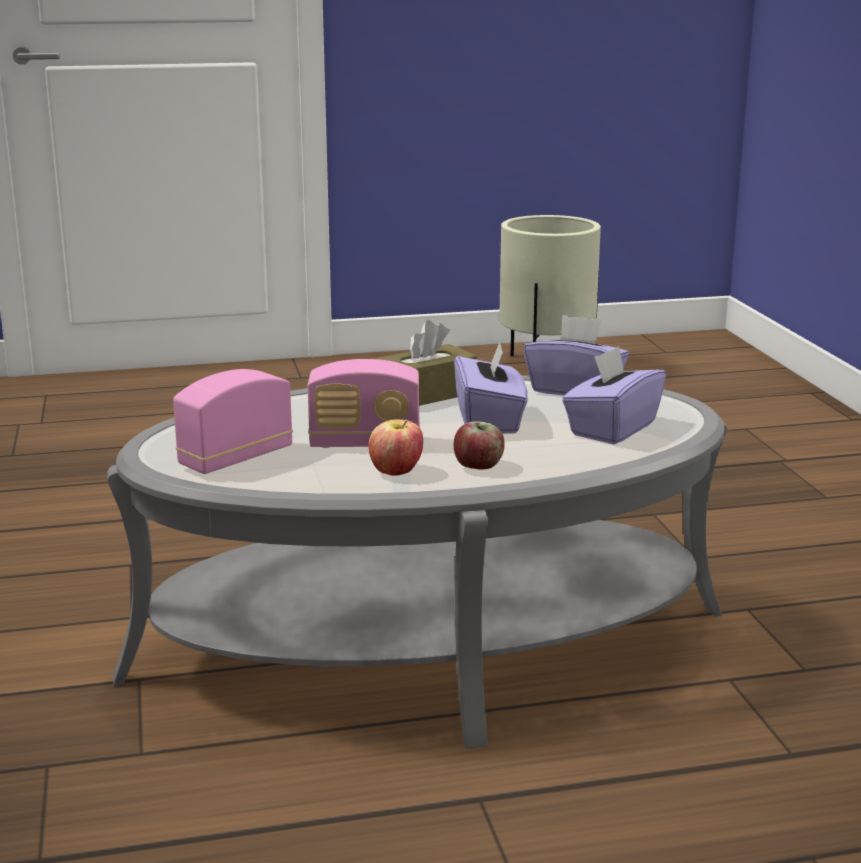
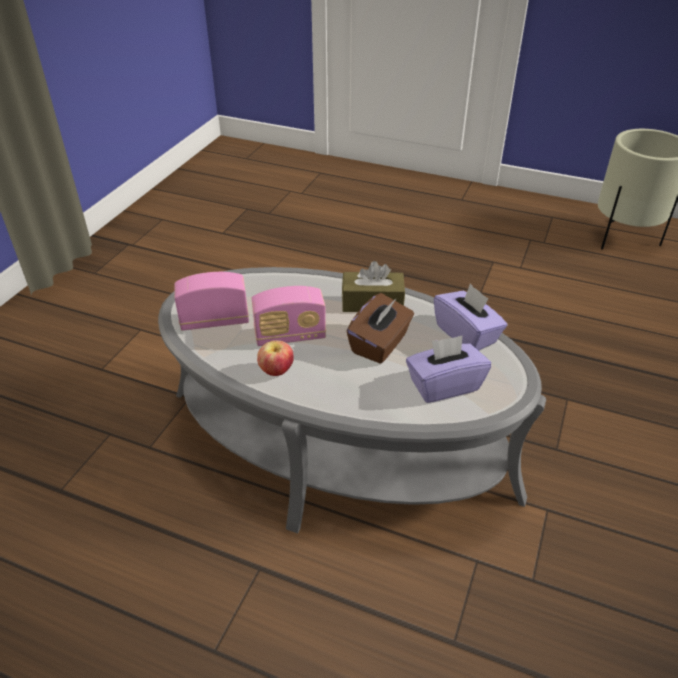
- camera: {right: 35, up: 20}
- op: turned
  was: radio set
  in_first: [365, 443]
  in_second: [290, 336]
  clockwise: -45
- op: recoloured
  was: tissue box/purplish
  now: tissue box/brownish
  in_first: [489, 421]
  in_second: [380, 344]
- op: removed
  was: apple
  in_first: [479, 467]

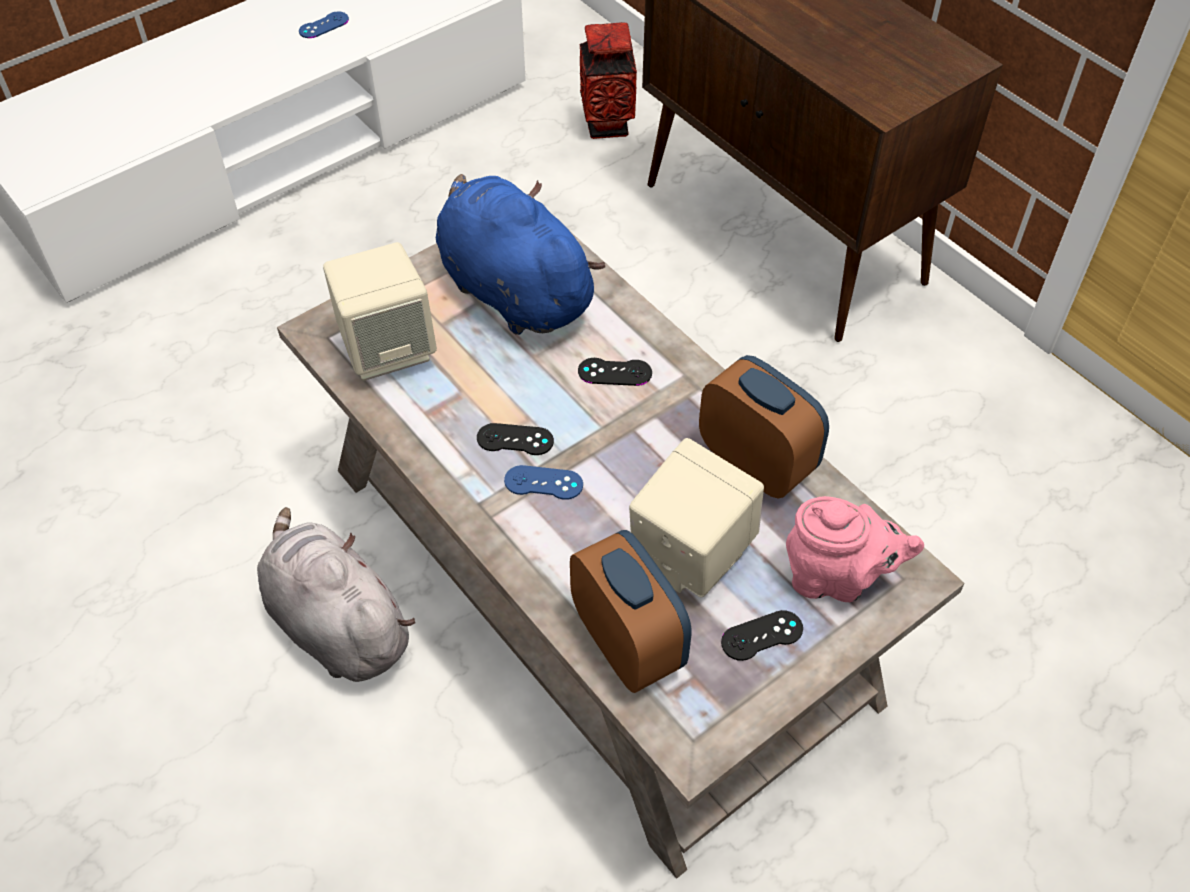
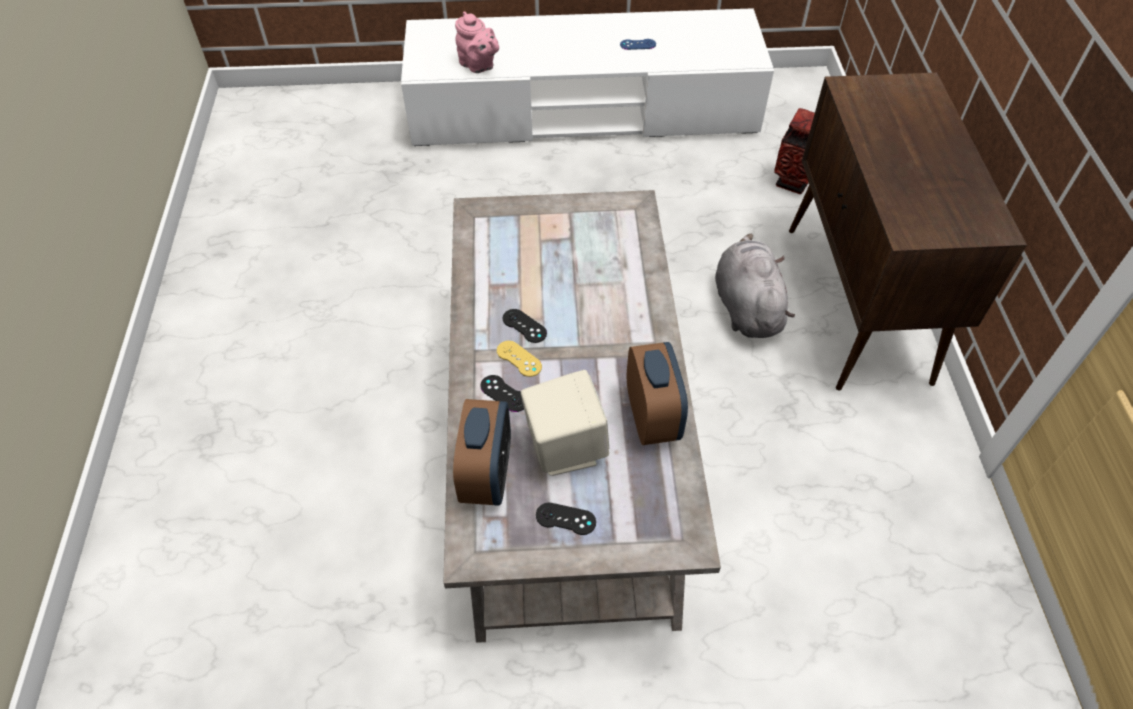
- camera: {right: 35, up: 0}
- op: moved
  was: pot for tea/pink
  in_first: [837, 578]
  in_second: [478, 66]
- op: moved
  was: joypad/black
  in_first: [615, 372]
  in_second: [504, 393]
- op: recoloured
  was: joypad/blue-coloured
  now: joypad/yellow-coloured
  in_first: [543, 483]
  in_second: [519, 359]
- op: moved
  was: cuddly toy/grey
  in_first: [336, 623]
  in_second: [746, 306]
- op: removed
  was: loudspeaker/sand-coloured
  in_first: [388, 348]
- op: removed
  was: cuddly toy/blue-coloured
  in_first: [512, 289]

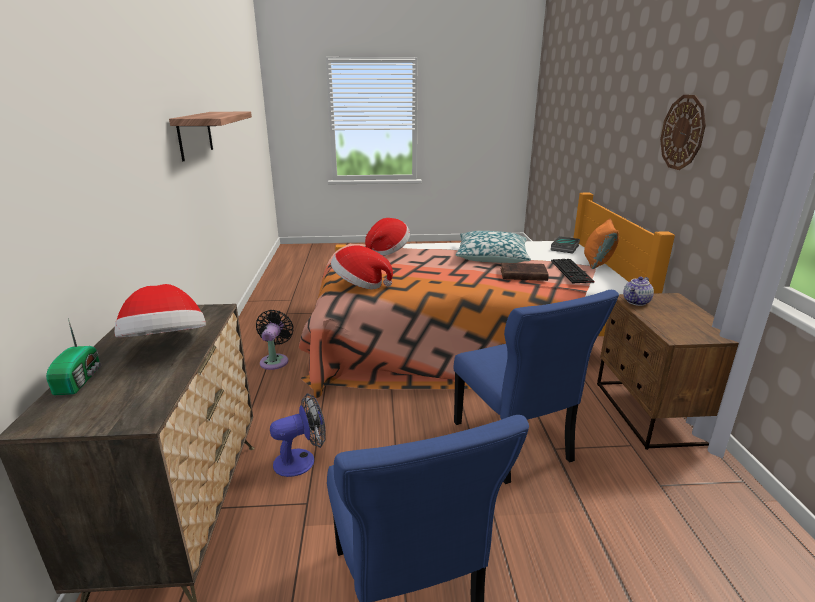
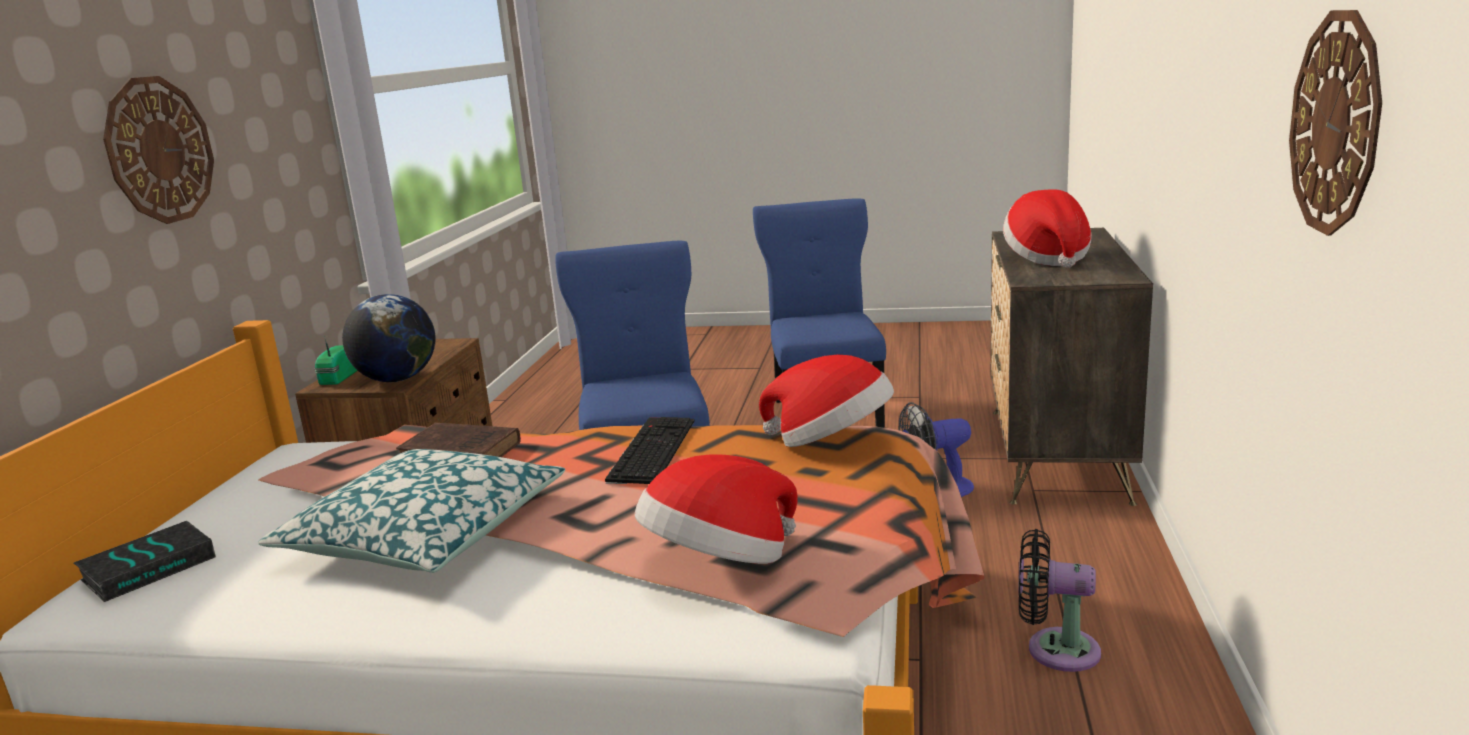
- camera: {right: -165, up: -5}
- op: moved
  was: radio set
  in_first: [80, 379]
  in_second: [338, 377]
- op: replaced
  was: pot for tea
  now: globe
  in_first: [637, 302]
  in_second: [397, 379]
- op: moved
  was: keyboard
  in_first: [572, 271]
  in_second: [651, 449]
- op: turned
  was: electric fan/black
  in_first: [275, 360]
  in_second: [1055, 649]
  clockwise: 90
- op: replaced
  was: wall shelf
  now: hanging clock
  in_first: [195, 135]
  in_second: [1336, 123]
- op: removed
  was: pillow/orange
  in_first: [597, 263]

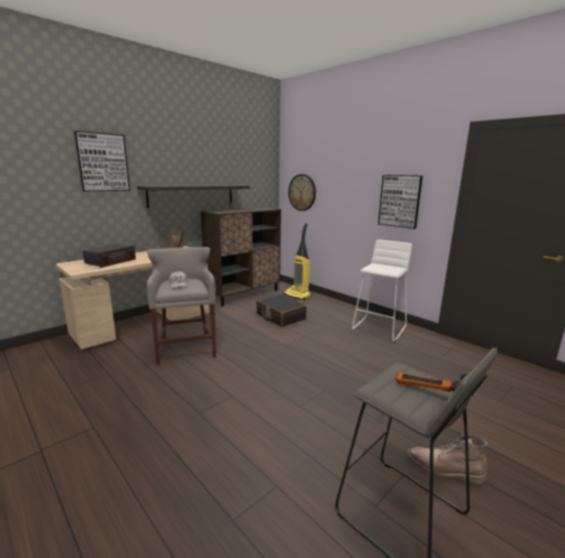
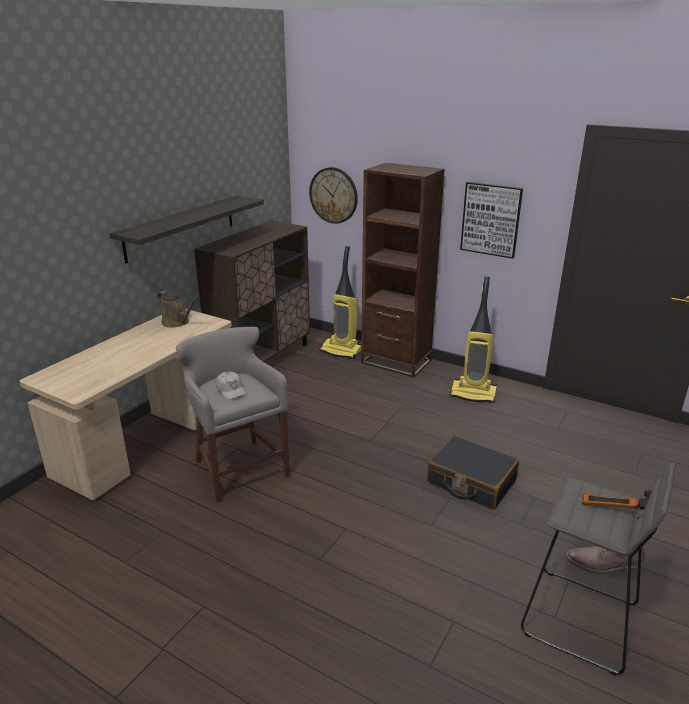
- camera: {right: -15, up: 10}
- op: added
  now: bookcase/brownish
  in_second: [396, 362]
- op: moved
  was: travel case/black
  in_first: [280, 316]
  in_second: [471, 482]
- op: replaced
  was: stool/whitish
  now: vacuum cleaner
  in_first: [379, 329]
  in_second: [474, 394]
- op: removed
  was: wall picture
  in_first: [103, 162]
- op: removed
  was: radio set
  in_first: [110, 261]

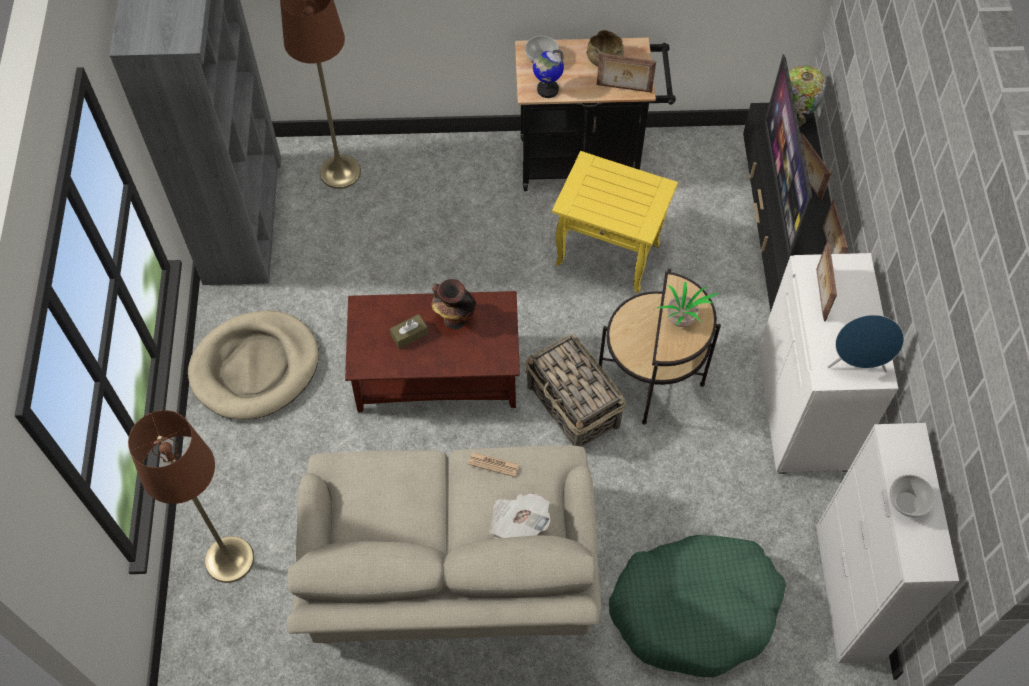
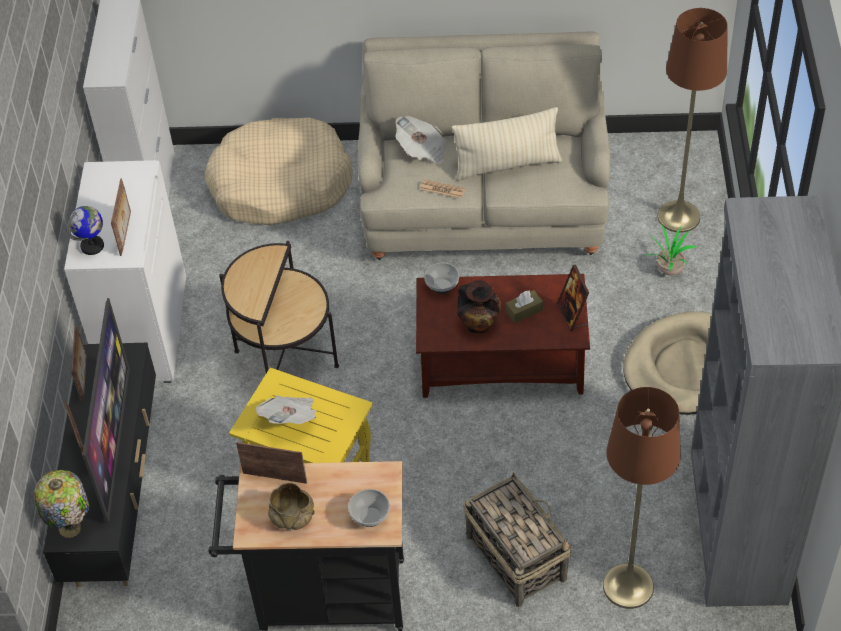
- camera: {right: -175, up: -10}
- op: moved
  was: globe
  in_first: [547, 89]
  in_second: [92, 246]
- op: recoloured
  was: dog bed/green-coloured
  now: dog bed/sand-coloured
  in_first: [695, 609]
  in_second: [280, 185]
- op: added
  now: daily paper
  in_second: [290, 419]
- op: moved
  was: serving bowl
  in_first: [906, 503]
  in_second: [442, 286]
- op: added
  now: pillow/sand-coloured
  in_second: [507, 165]
- op: moved
  was: basket
  in_first: [573, 407]
  in_second: [515, 556]
- op: added
  now: picture frame
  in_second: [572, 315]
- op: moved
  was: plant in a pot
  in_first: [682, 321]
  in_second: [668, 269]
- op: removed
  was: loudspeaker/blue-coloured
  in_first: [857, 364]

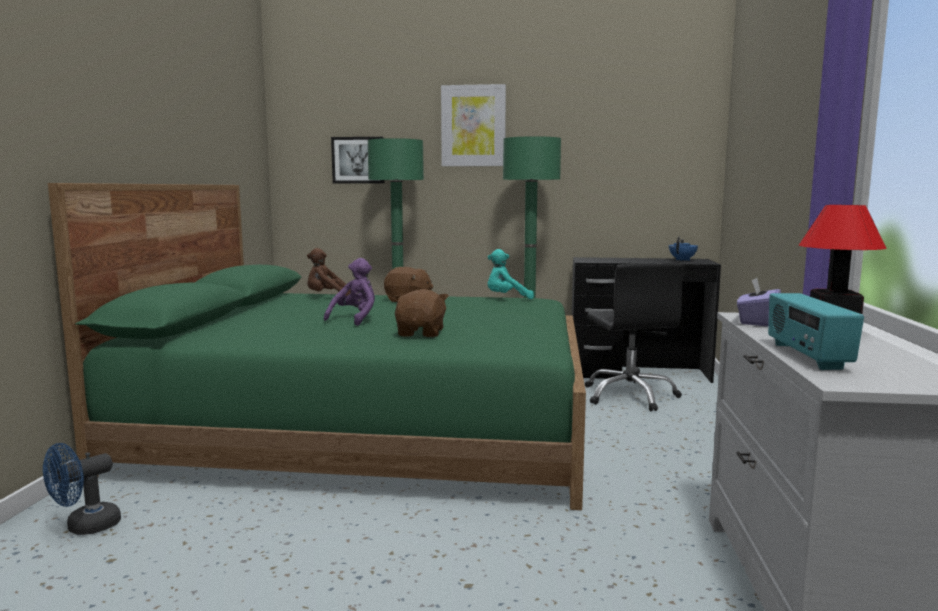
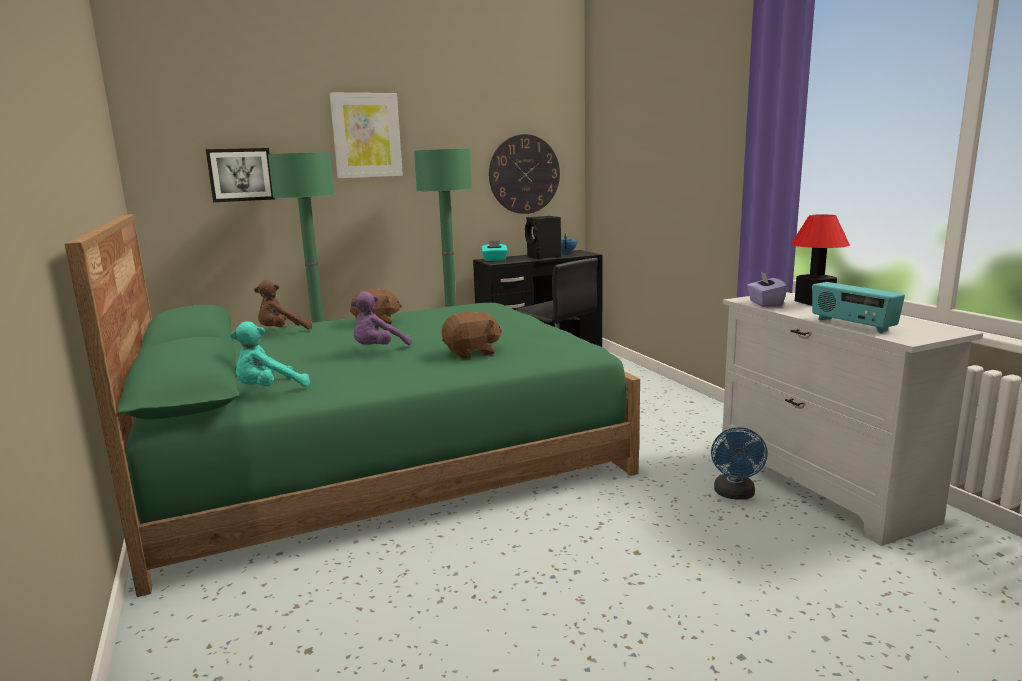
- camera: {right: -30, up: 5}
- op: moved
  was: cuddly toy/turquoise-coloured
  in_first: [506, 299]
  in_second: [269, 390]
- op: turned
  was: cuddly toy/purplish
  in_first: [355, 319]
  in_second: [378, 350]
  clockwise: -135
- op: turned
  was: cuddly toy/brownish
  in_first: [421, 333]
  in_second: [472, 353]
  clockwise: 90
- op: added
  now: tissue box/turquoise-coloured
  in_second: [494, 260]
- op: added
  now: hanging clock
  in_second: [524, 174]
- op: added
  now: loudspeaker/black
  in_second: [544, 257]
- op: moved
  was: electric fan/blue-coloured
  in_first: [85, 527]
  in_second: [735, 494]

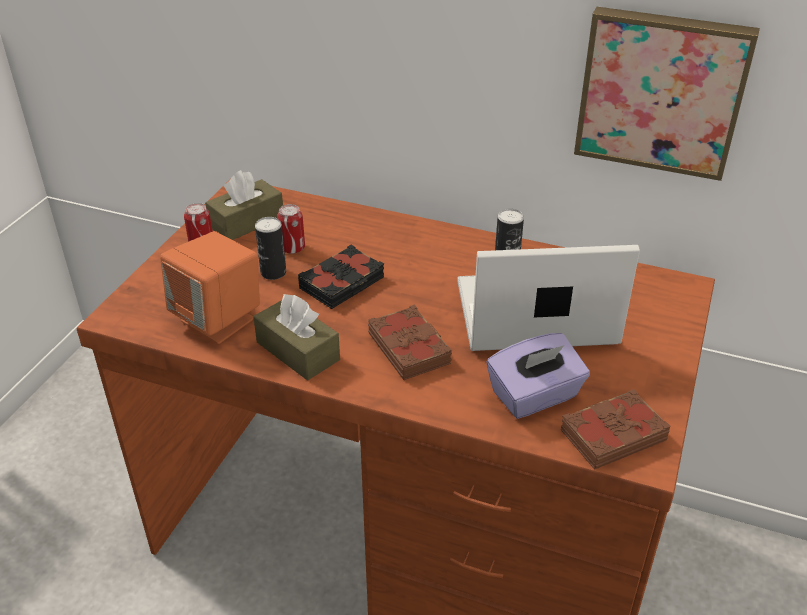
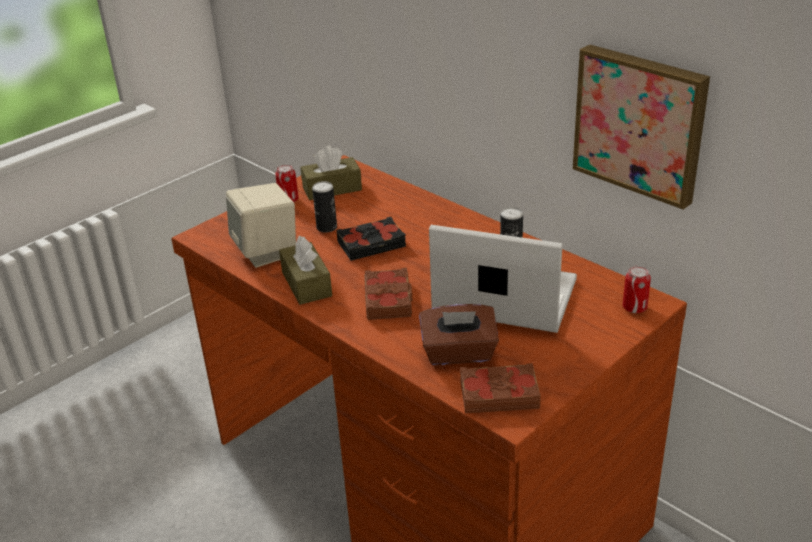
- camera: {right: 25, up: -5}
- op: recoloured
  was: loudspeaker/orange
  now: loudspeaker/sand-coloured
  in_first: [219, 320]
  in_second: [266, 252]
- op: recoloured
  was: tissue box/purplish
  now: tissue box/brownish
  in_first: [535, 396]
  in_second: [459, 353]
- op: moved
  was: metal can
  in_first: [292, 248]
  in_second: [634, 308]

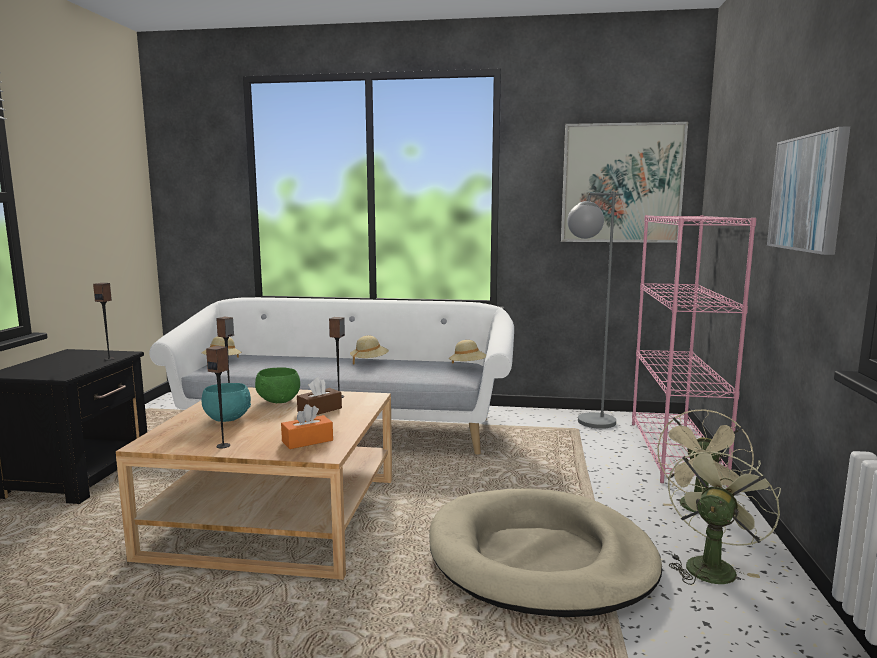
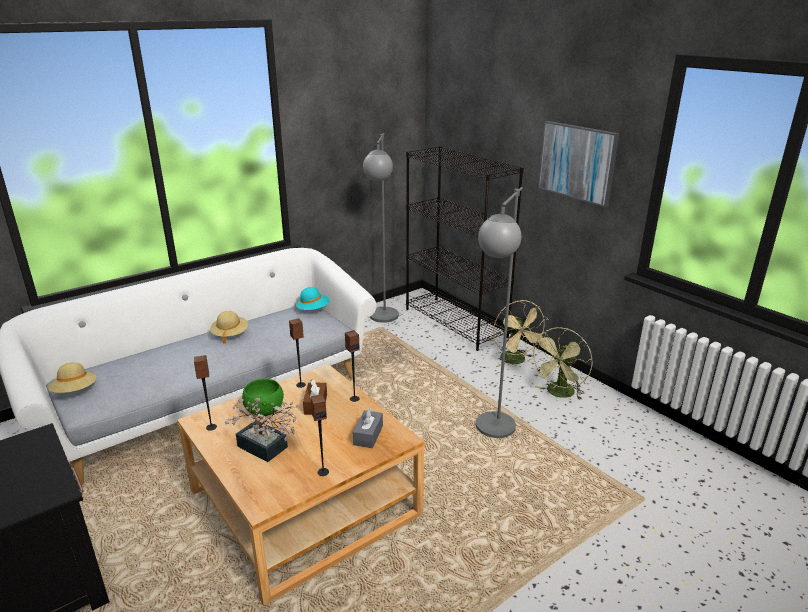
- camera: {right: -45, up: 15}
- op: replaced
  was: serving bowl/turquoise-coloured
  now: plant in a pot
  in_first: [227, 419]
  in_second: [266, 449]
- op: recoloured
  was: hat/sand-coloured
  now: hat/turquoise-coloured
  in_first: [468, 366]
  in_second: [313, 309]
- op: moved
  was: loudspeaker
  in_first: [109, 359]
  in_second: [354, 398]
- op: recoloured
  was: tissue box/orange
  now: tissue box/grey
  in_first: [307, 441]
  in_second: [368, 435]
- op: recoloured
  was: bookcase/pink
  now: bookcase/black
  in_first: [675, 452]
  in_second: [456, 323]
- op: replaced
  was: dog bed/sand-coloured
  now: standing lamp/grey
  in_first: [540, 558]
  in_second: [491, 434]
- op: turned
  was: electric fan/green-coloured
  in_first: [711, 565]
  in_second: [559, 394]
  clockwise: -135
- op: removed
  was: wall picture
  in_first: [621, 183]

